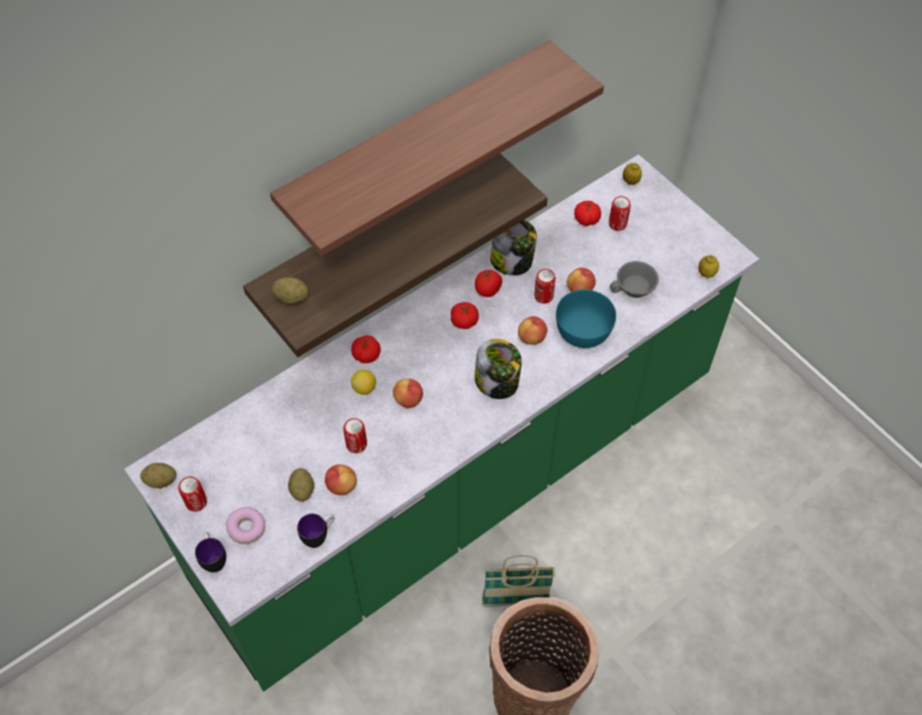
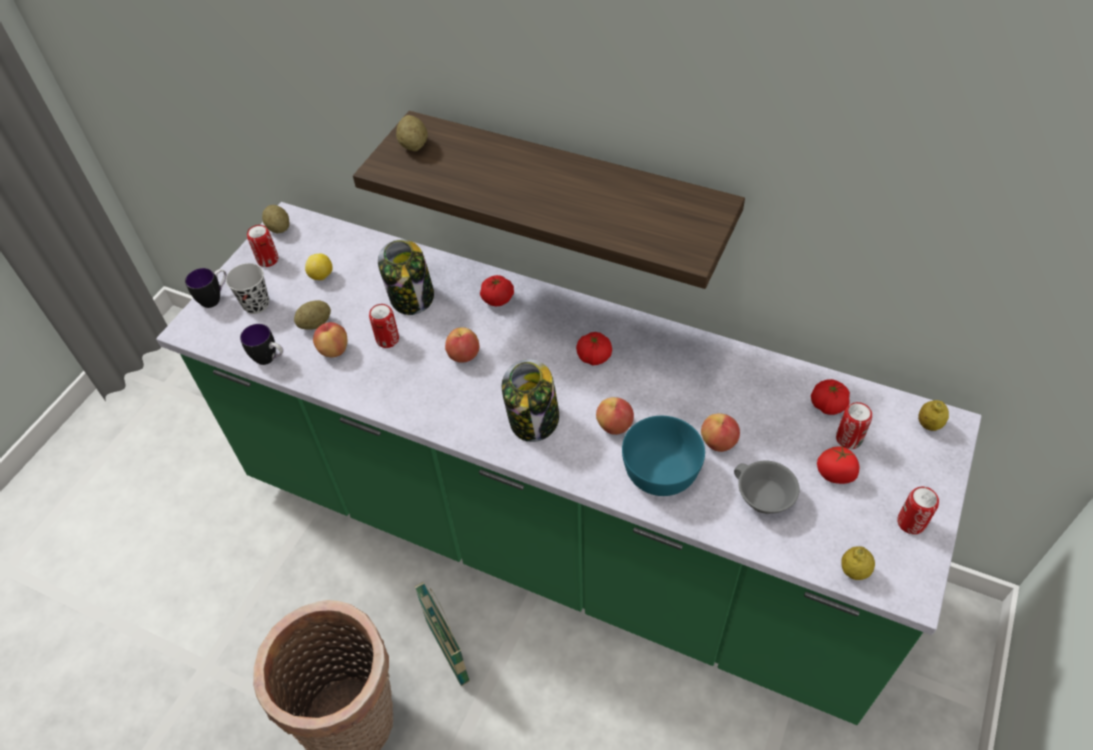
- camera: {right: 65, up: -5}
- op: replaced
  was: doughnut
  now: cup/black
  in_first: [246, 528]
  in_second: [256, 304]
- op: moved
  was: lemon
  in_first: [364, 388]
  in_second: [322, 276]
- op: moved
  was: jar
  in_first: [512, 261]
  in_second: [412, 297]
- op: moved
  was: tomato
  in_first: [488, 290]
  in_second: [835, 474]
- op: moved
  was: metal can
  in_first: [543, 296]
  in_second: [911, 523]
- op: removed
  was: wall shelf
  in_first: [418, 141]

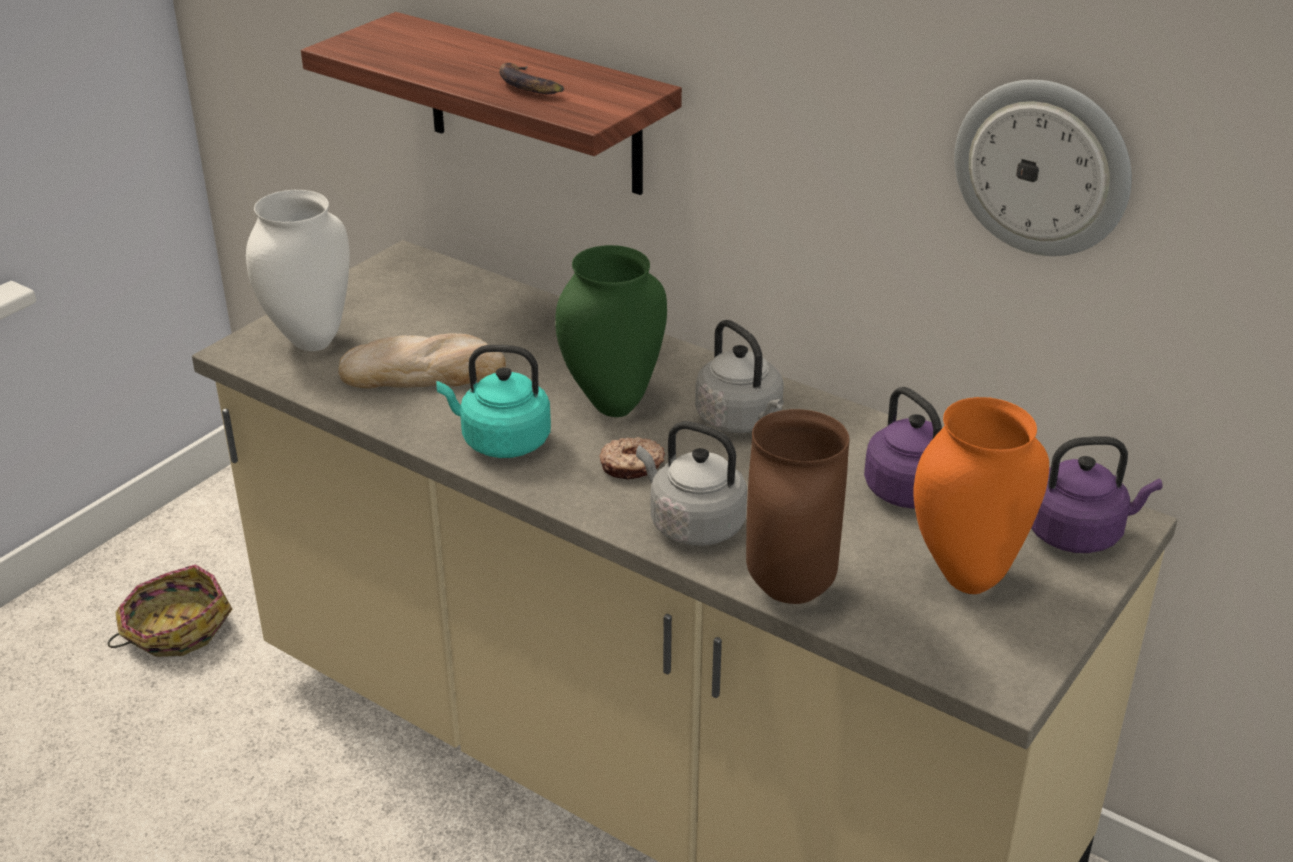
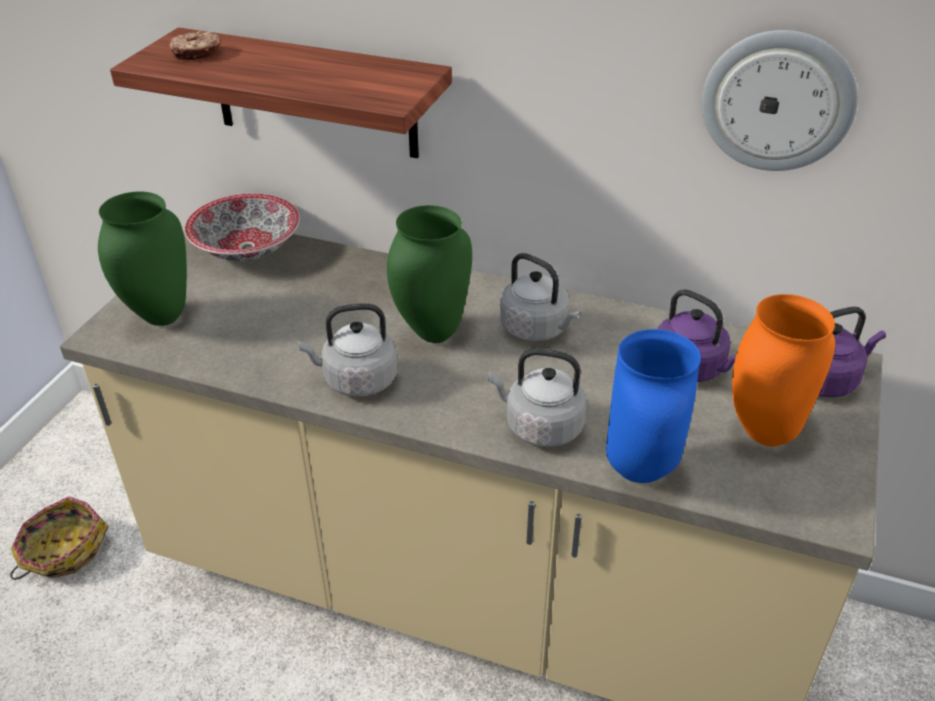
- camera: {right: -15, up: 5}
- op: recoloured
  was: flower vase/whitish
  now: flower vase/green-coloured
  in_first: [309, 340]
  in_second: [159, 316]
- op: moved
  was: doughnut
  in_first: [631, 467]
  in_second: [197, 53]
- op: added
  now: serving bowl
  in_second: [246, 248]
- op: recoloured
  was: tea kettle/turquoise-coloured
  now: tea kettle/grey
  in_first: [501, 441]
  in_second: [356, 380]
- op: recoloured
  was: flower vase/brownish
  now: flower vase/blue-coloured
  in_first: [792, 591]
  in_second: [642, 471]
- op: removed
  was: bakery bread
  in_first: [423, 372]
- op: removed
  was: banana
  in_first: [529, 85]

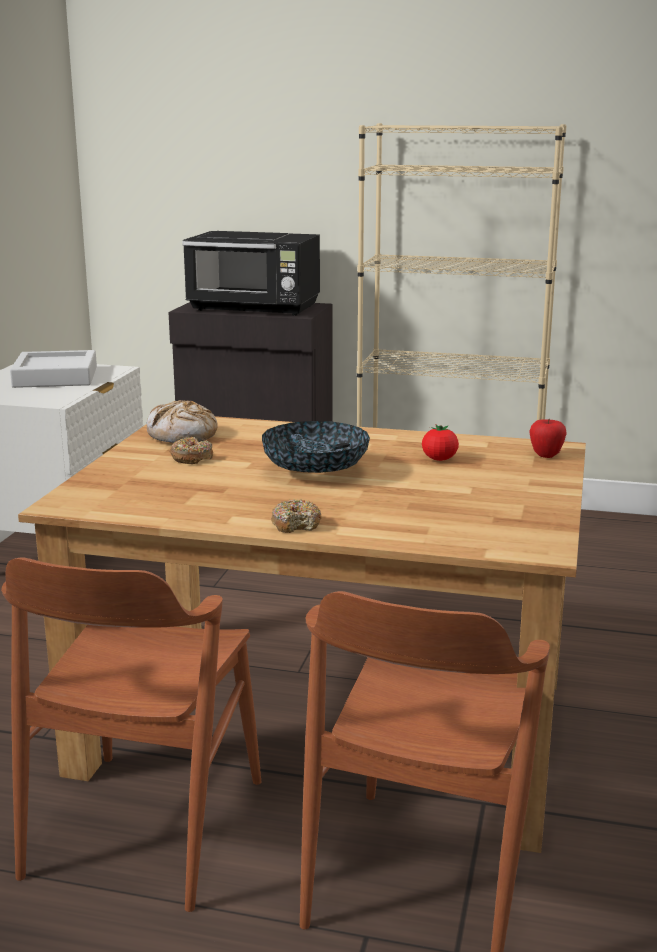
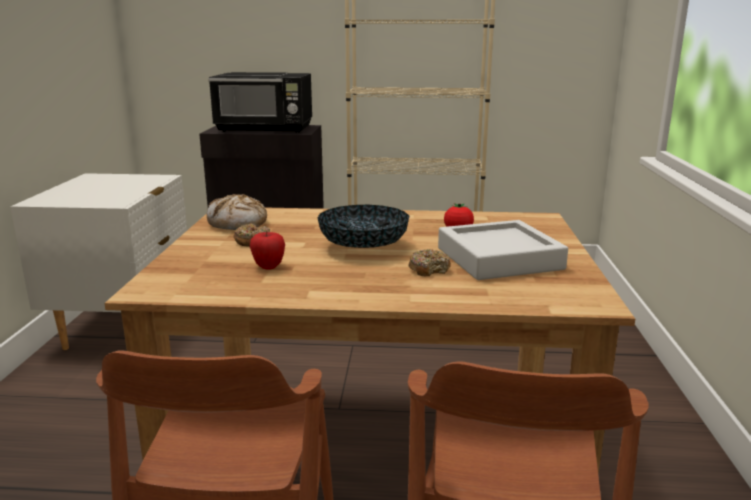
- camera: {right: -10, up: 0}
- op: moved
  was: apple
  in_first: [546, 455]
  in_second: [268, 267]
- op: moved
  was: doughnut
  in_first: [296, 524]
  in_second: [429, 269]
- op: moved
  was: tray/grey
  in_first: [55, 377]
  in_second: [499, 258]

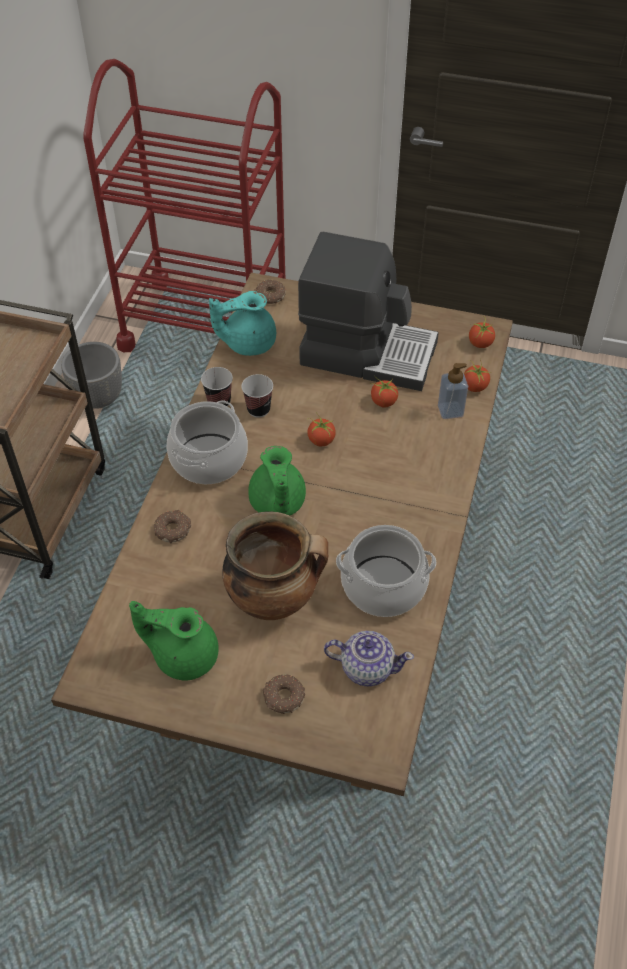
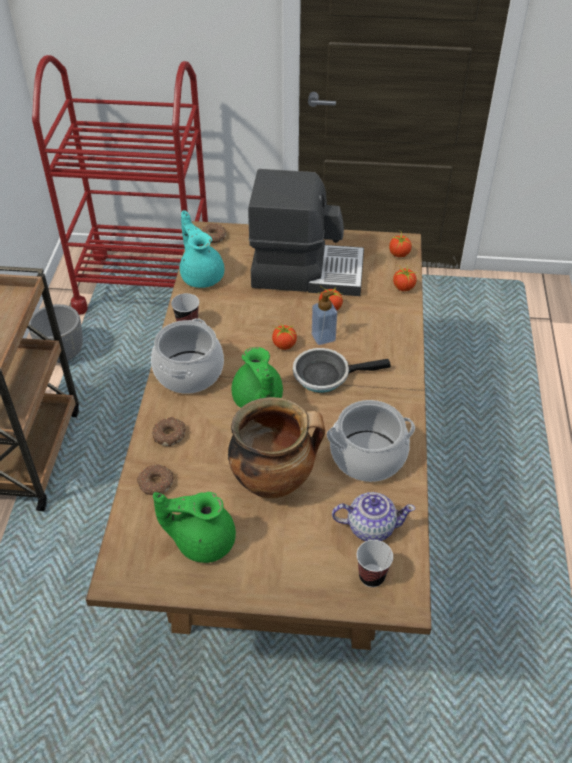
- camera: {right: -10, up: -5}
- op: moved
  was: doughnut
  in_first: [283, 697]
  in_second: [155, 484]
- op: turned
  was: pot for tea/turquoise-coloured
  in_first: [247, 342]
  in_second: [202, 275]
  clockwise: 90
- op: added
  now: frying pan
  in_second: [326, 375]
- op: moved
  was: soap bottle
  in_first: [450, 410]
  in_second: [323, 337]
- op: moved
  was: cup
  in_first: [258, 409]
  in_second: [371, 576]

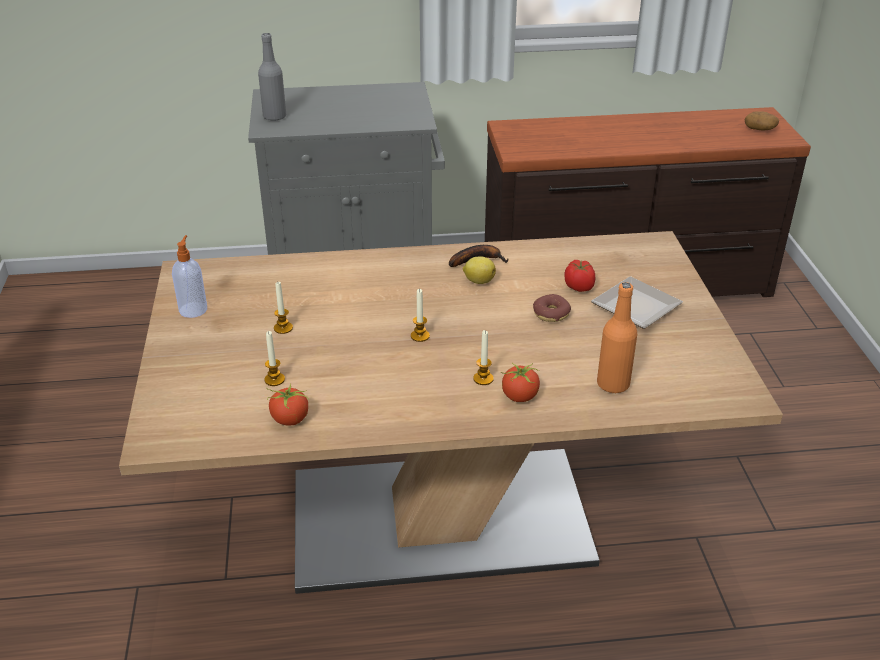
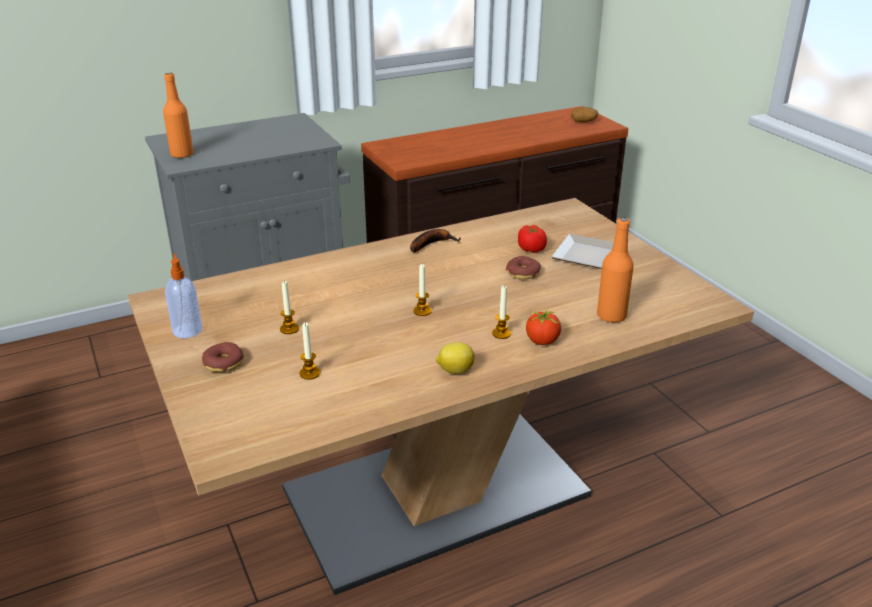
- camera: {right: -20, up: -5}
- op: recoloured
  was: bottle/grey
  now: bottle/orange
  in_first: [274, 117]
  in_second: [182, 155]
- op: added
  now: doughnut
  in_second: [223, 363]
- op: moved
  was: lemon
  in_first: [478, 281]
  in_second: [455, 370]
- op: removed
  was: tomato
  in_first: [289, 419]

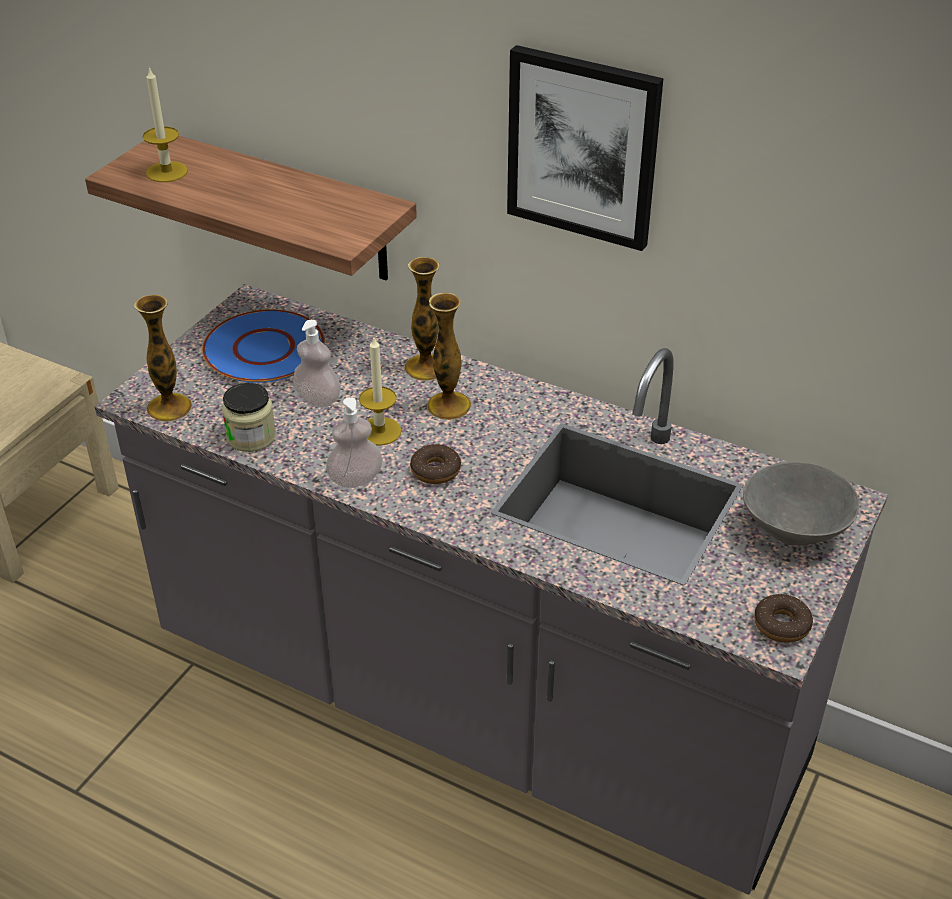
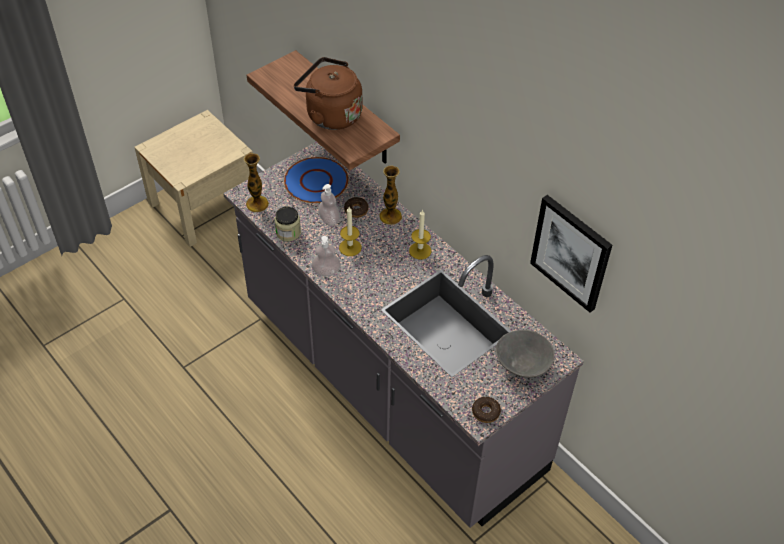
- camera: {right: 20, up: 10}
- op: added
  now: tea kettle/brownish
  in_second: [330, 115]
- op: moved
  was: doughnut
  in_first: [435, 470]
  in_second: [356, 210]
- op: moved
  was: candle
  in_first: [167, 172]
  in_second: [420, 250]
- op: moved
  was: wall picture
  in_first: [583, 147]
  in_second: [571, 252]
- op: removed
  was: flower vase
  in_first: [449, 405]

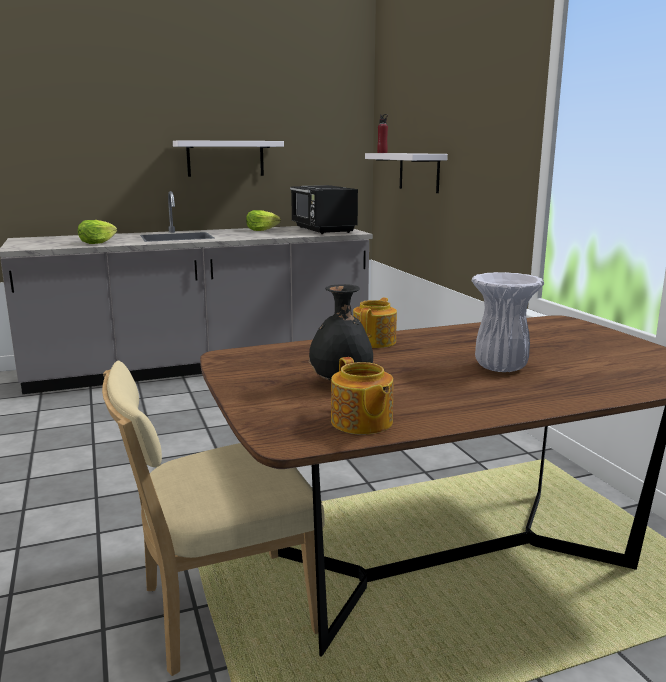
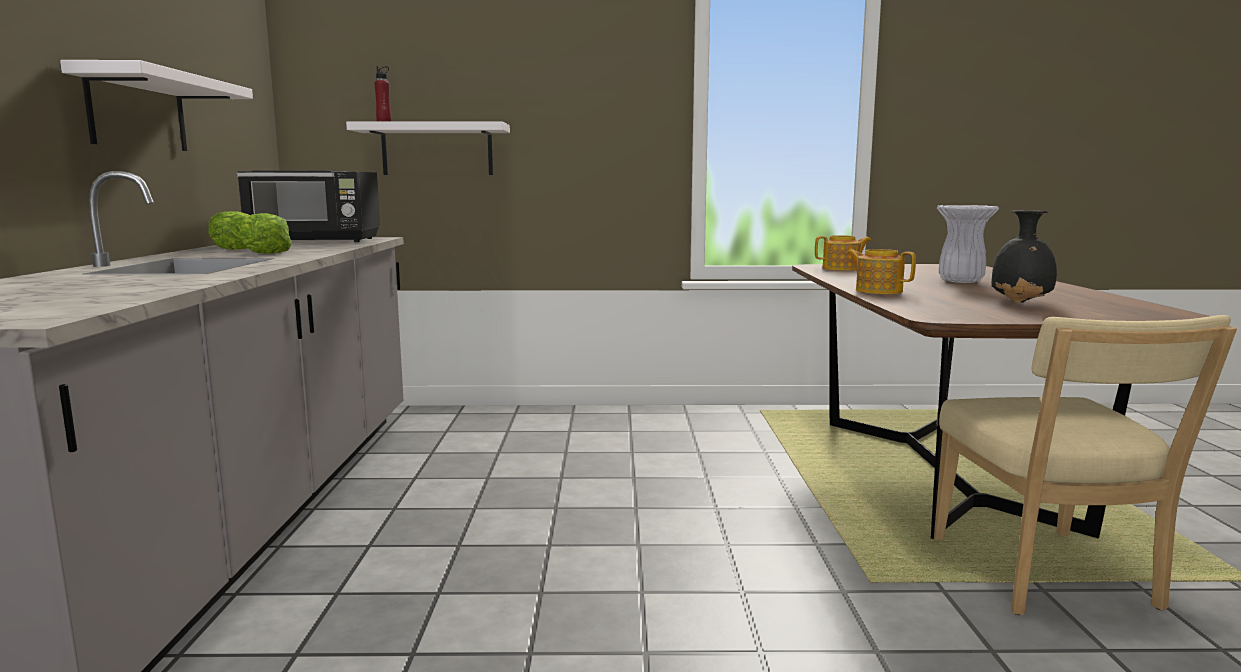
- camera: {right: -70, up: -5}
- op: moved
  was: head of lettuce
  in_first: [97, 243]
  in_second: [265, 253]
- op: moved
  was: pot for tea
  in_first: [361, 422]
  in_second: [841, 268]

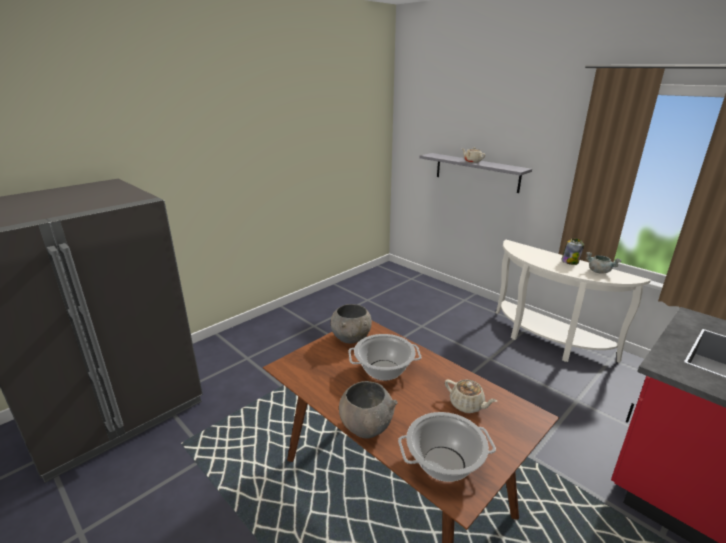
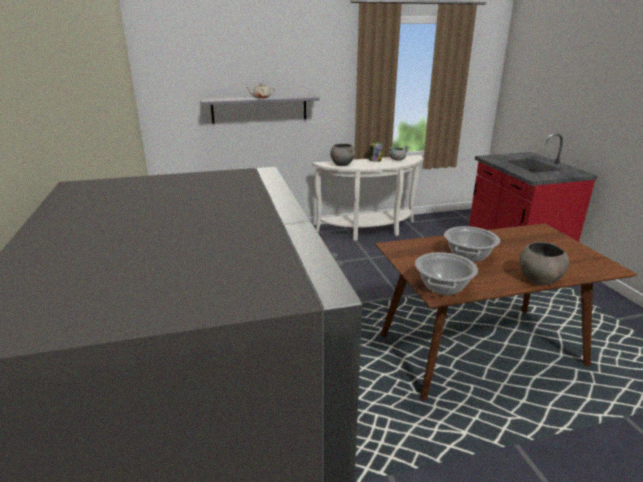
- camera: {right: -60, up: 0}
- op: moved
  was: serving bowl/grey
  in_first: [351, 338]
  in_second: [342, 164]
- op: moved
  was: cooking pot
  in_first: [444, 463]
  in_second: [443, 286]
- op: removed
  was: pot for tea/sand-coloured
  in_first: [467, 405]

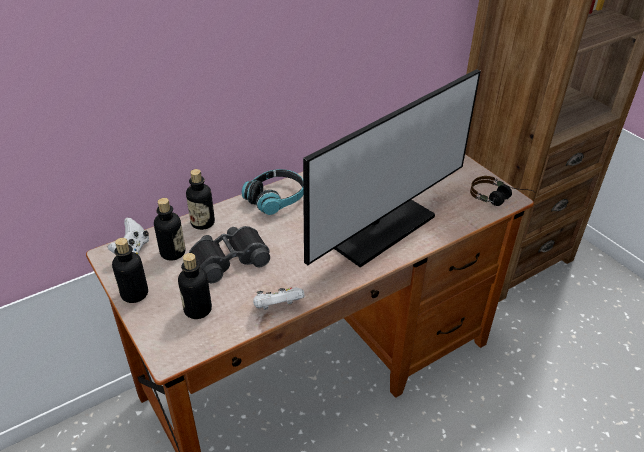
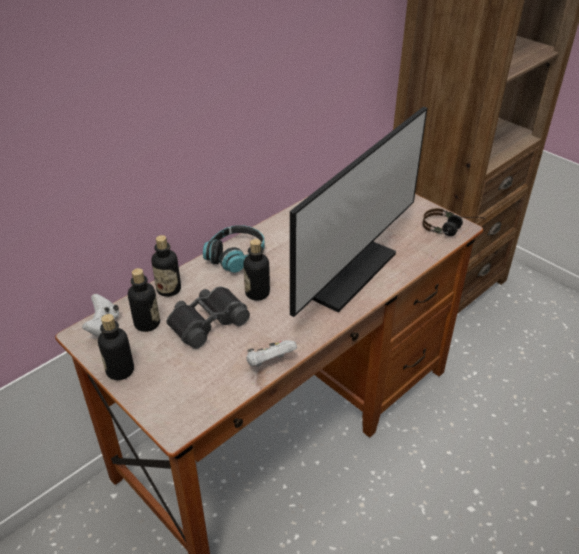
- camera: {right: -10, up: 0}
- op: moved
  was: bottle
  in_first: [198, 309]
  in_second: [257, 293]

